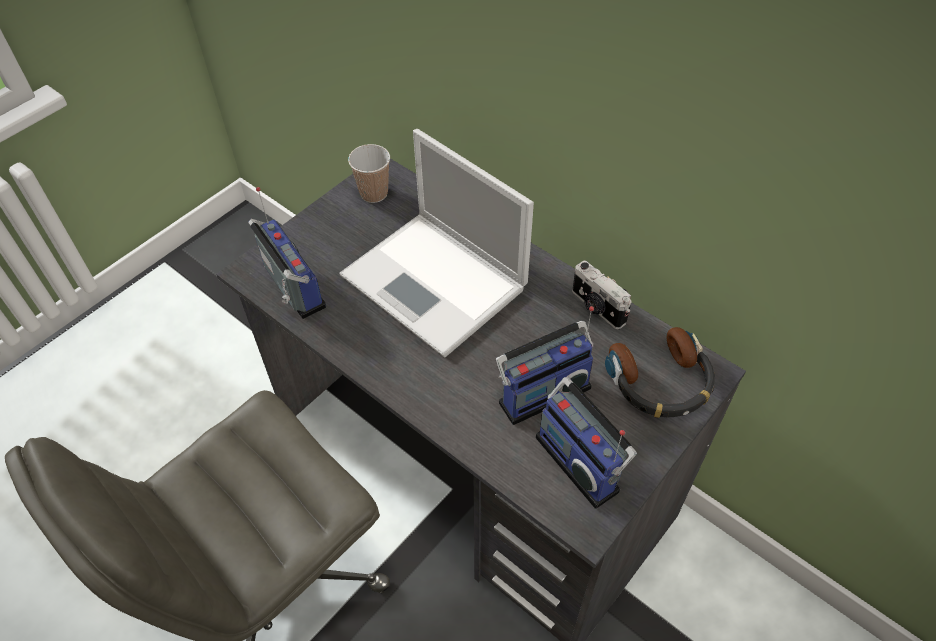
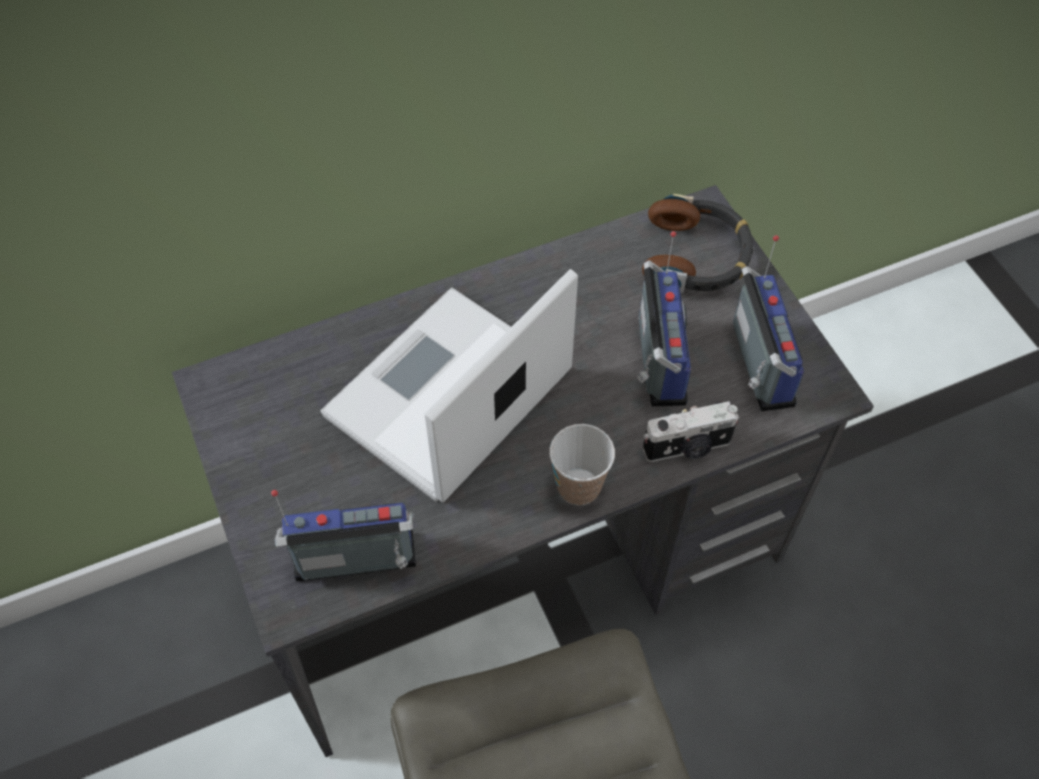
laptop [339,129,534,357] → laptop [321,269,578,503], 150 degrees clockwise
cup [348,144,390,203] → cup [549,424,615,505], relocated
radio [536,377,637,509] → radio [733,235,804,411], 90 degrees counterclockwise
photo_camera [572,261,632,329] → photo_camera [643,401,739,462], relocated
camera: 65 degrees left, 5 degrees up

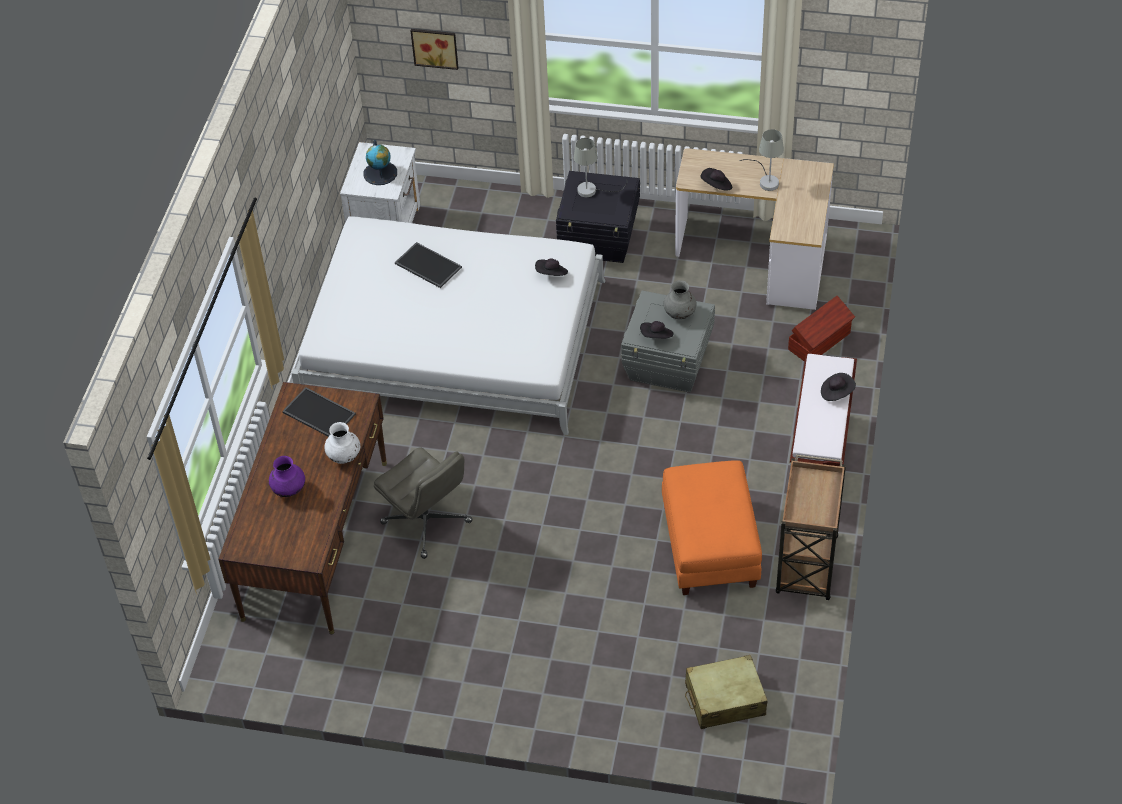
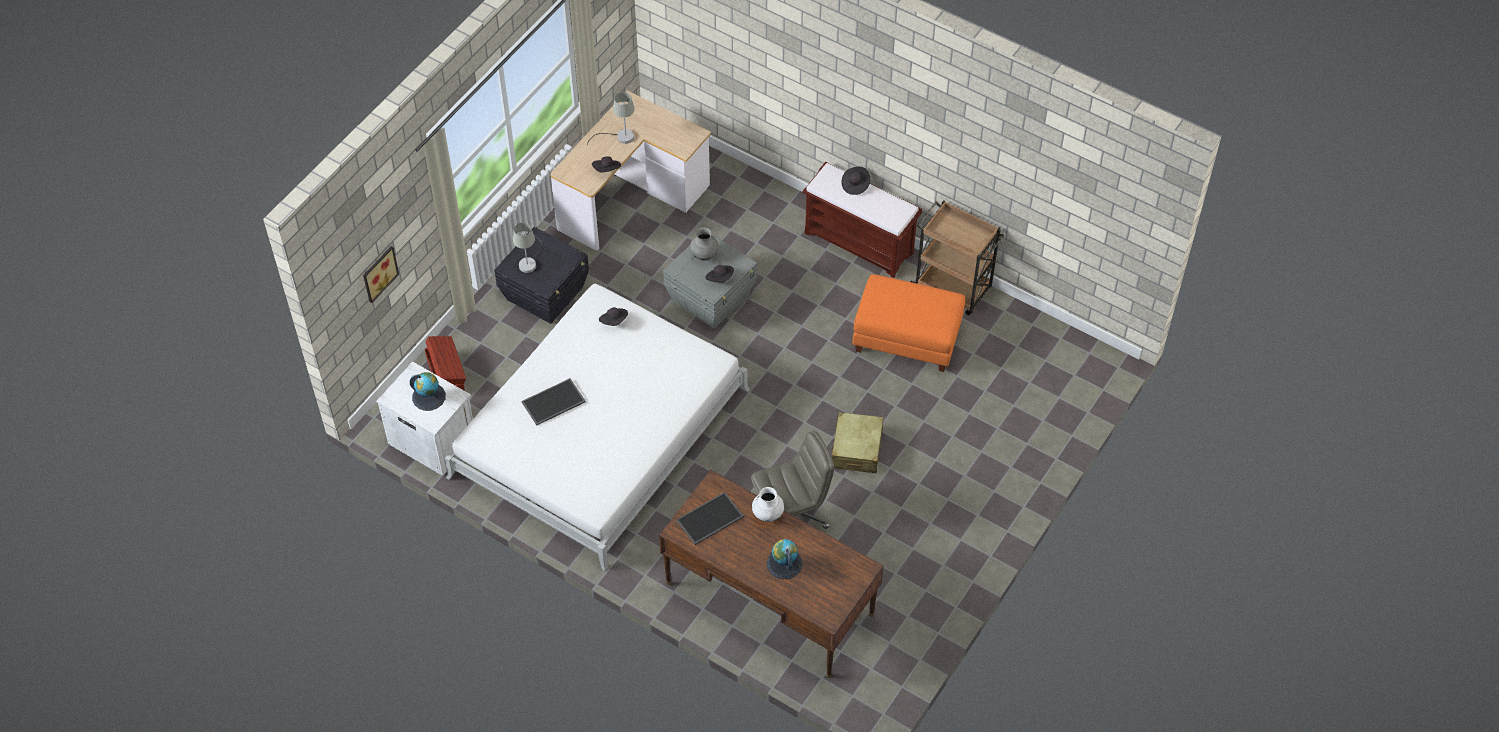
purple_vase [269,456,305,497] → globe [767,539,802,580]
beige_suitcase [685,655,768,729] → beige_suitcase [832,412,883,473], relocated
brown_storage_box [788,296,855,362] → brown_storage_box [425,336,466,391], relocated
camera: 70 degrees left, 5 degrees up

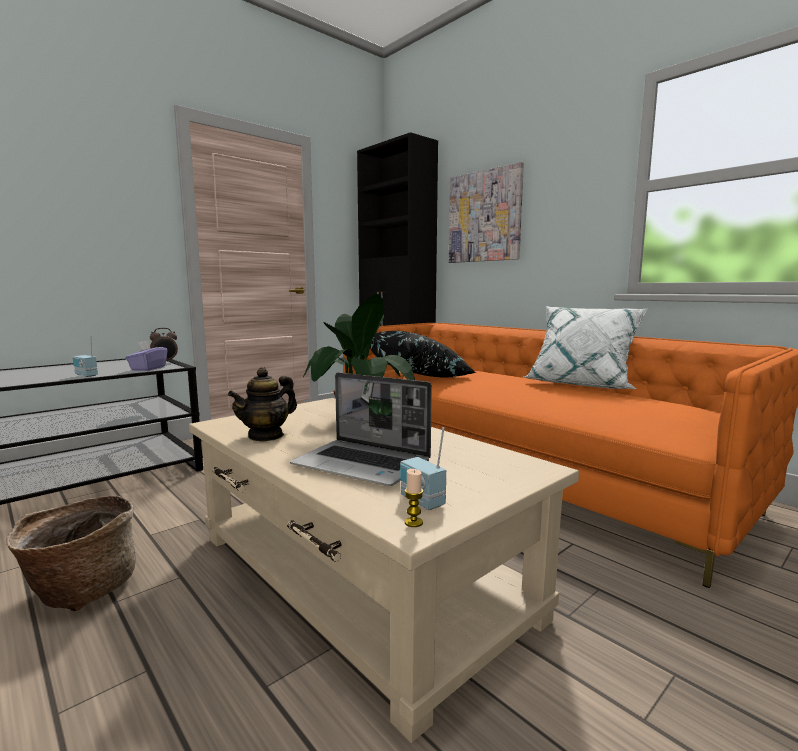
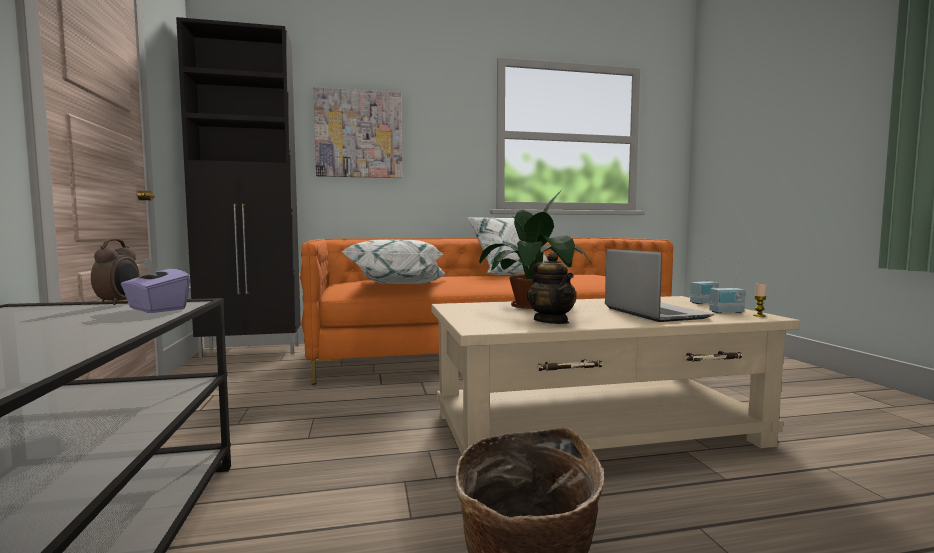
radio [73,335,98,377] → radio [690,258,718,304], relocated
laptop [290,372,432,486] → laptop [605,249,714,322], 75 degrees counterclockwise
black_pillow [370,331,476,378] → white_pillow [341,240,446,284]
camera: 60 degrees left, 5 degrees down

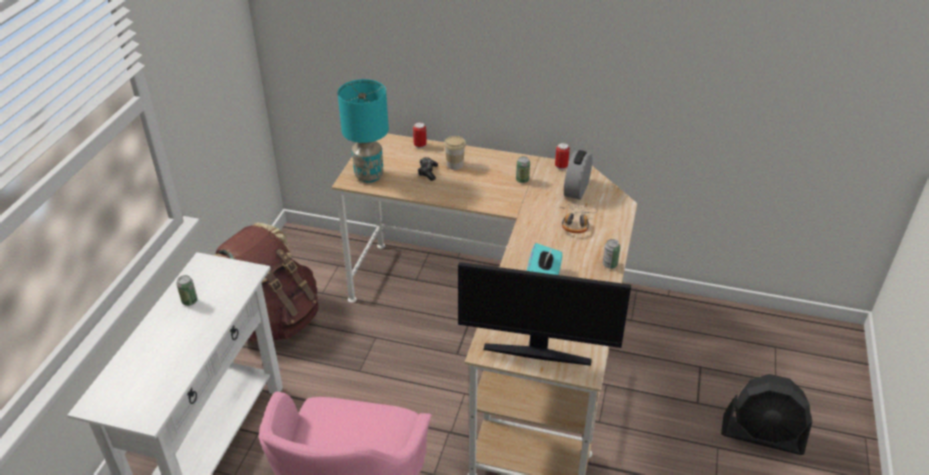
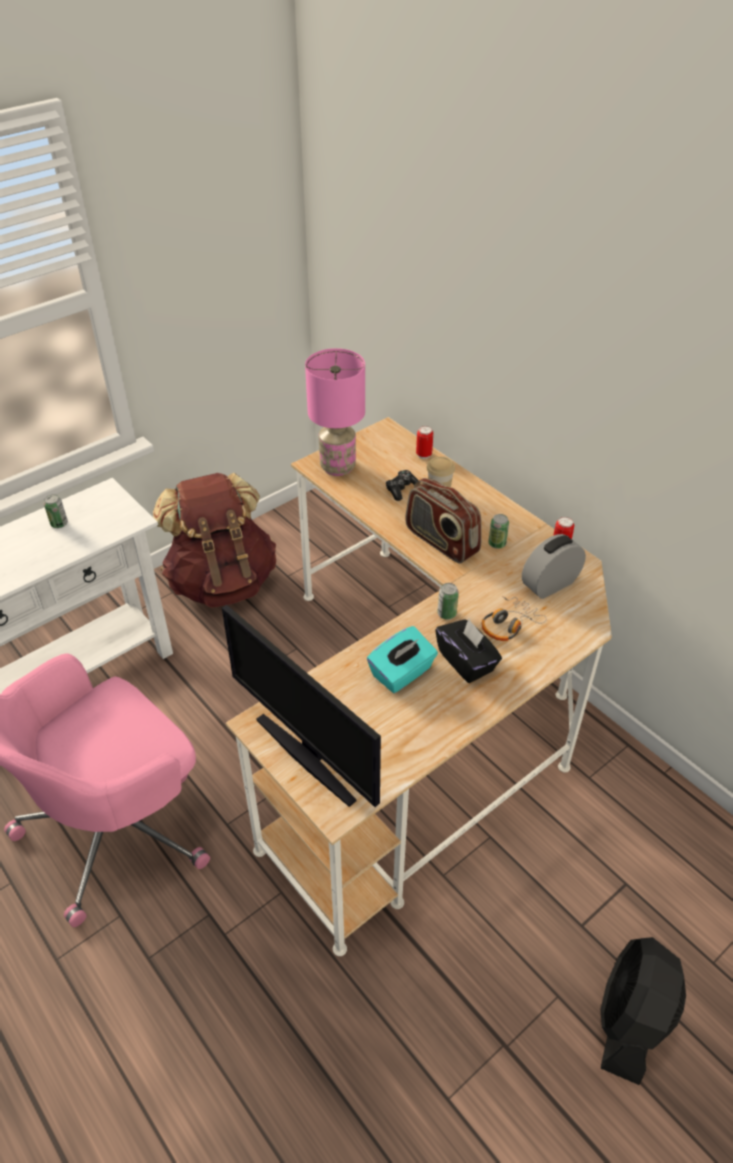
turquoise_table_lamp [338,79,389,183] → pink_table_lamp [305,348,365,476]
can [603,239,620,269] → can [437,583,459,620], relocated
black_fan [721,374,812,455] → black_fan [600,937,686,1085], 60 degrees clockwise
- → radio [406,478,481,564]
- → black_tissue_box [435,619,502,683]
camera: 35 degrees right, 5 degrees up

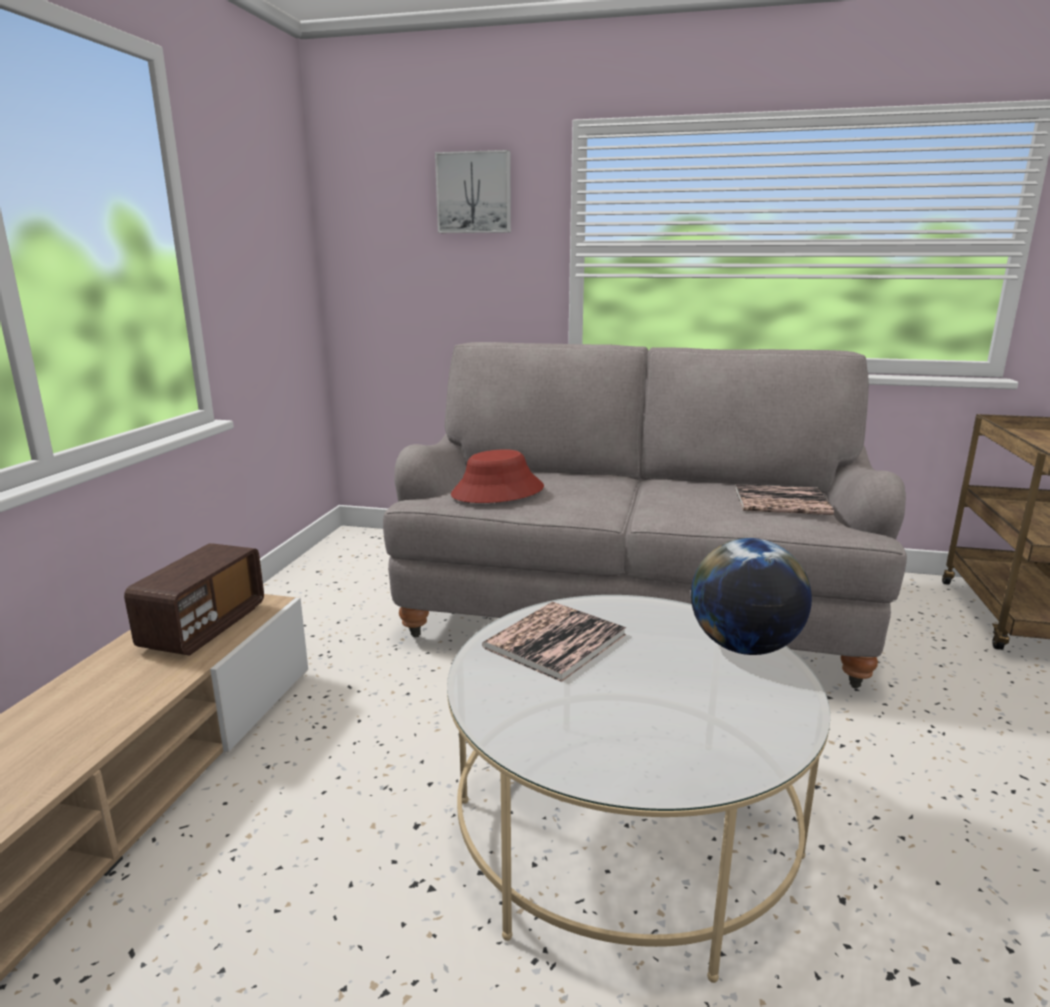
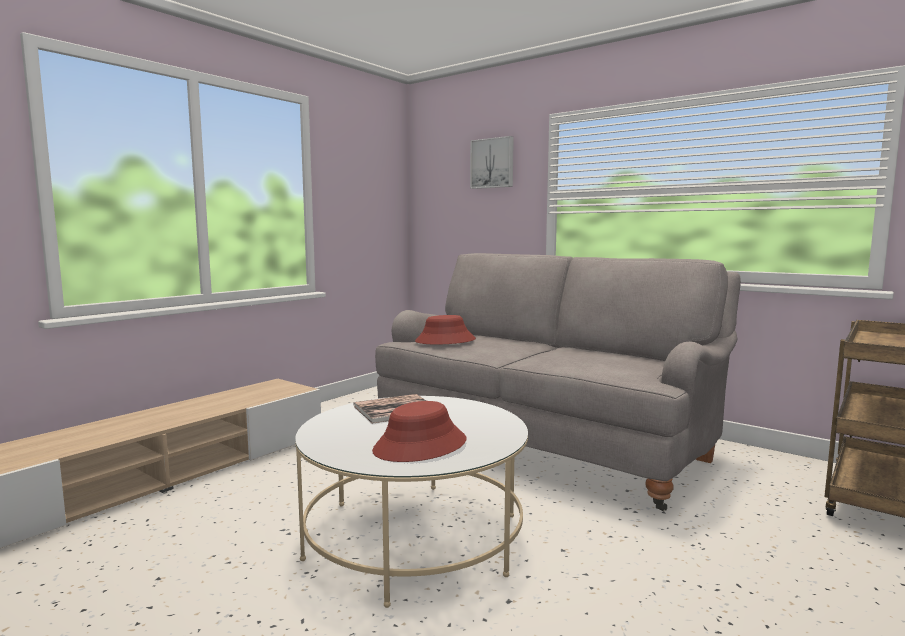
radio [124,543,264,656] → -
globe [691,538,812,655] → -
book [735,484,834,515] → -
- → red_hat [372,401,466,462]
camera: 25 degrees right, 10 degrees down

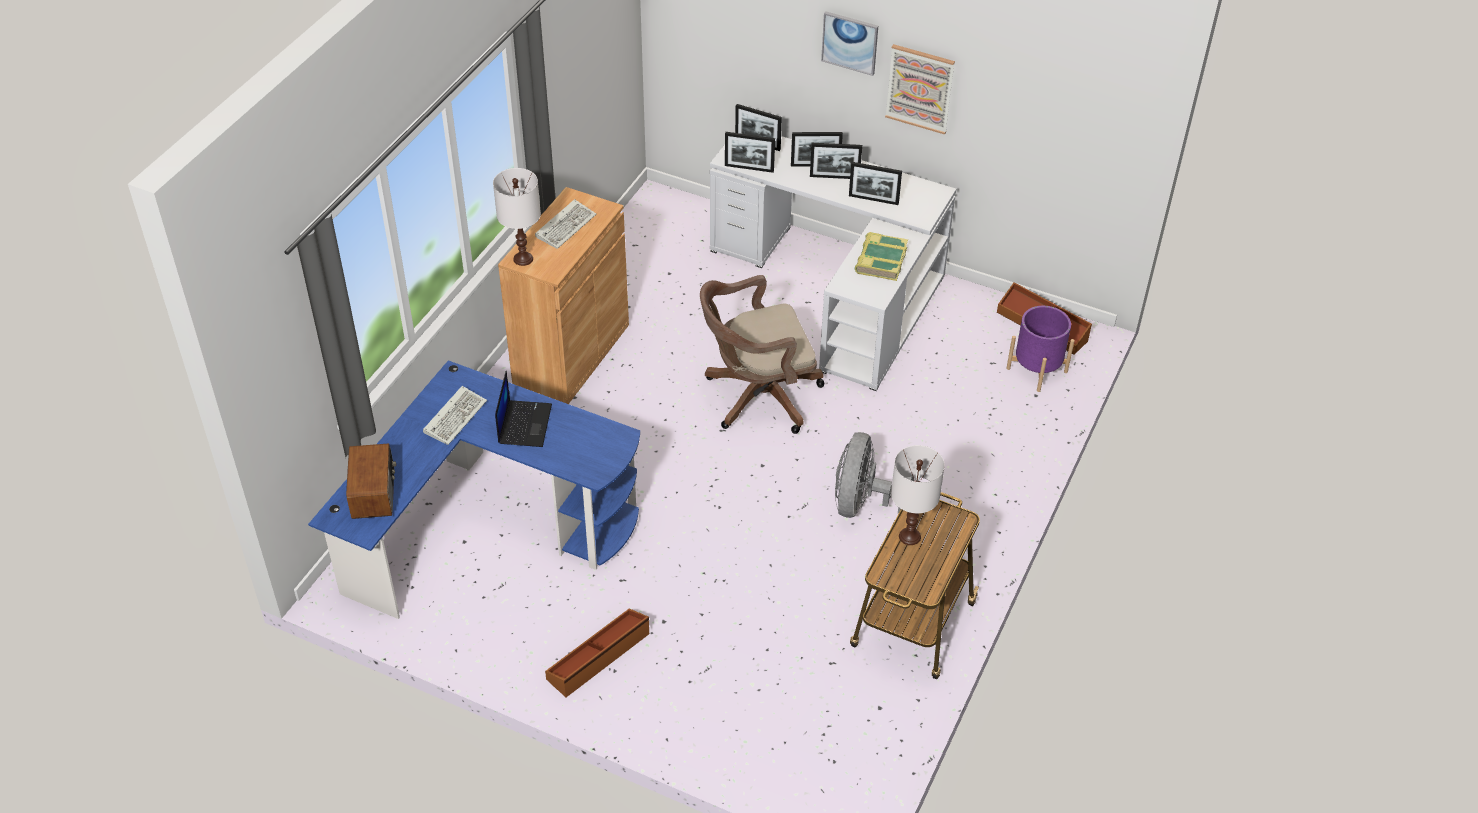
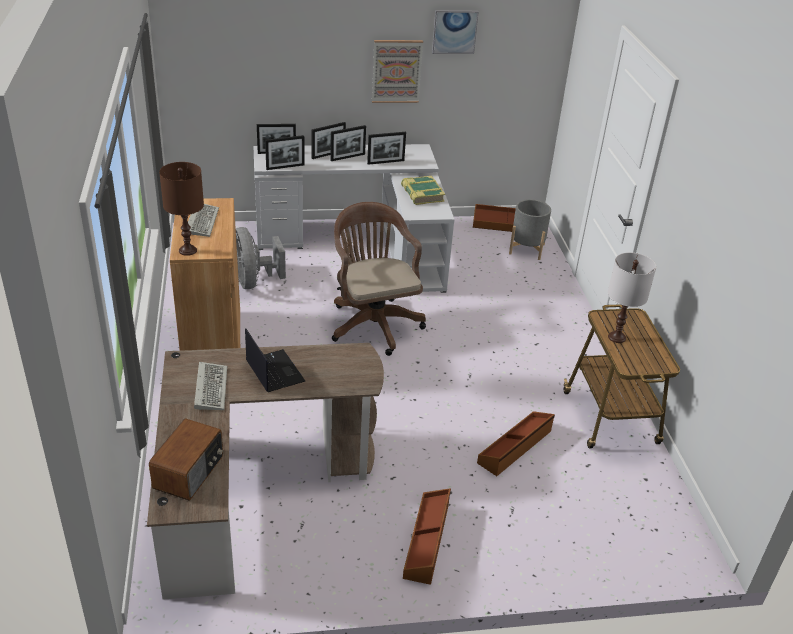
blue_desk [308,360,640,619] → brown_desk [147,343,384,600]
radio [346,443,396,519] → radio [149,418,223,501], 60 degrees clockwise
white_table_lamp [493,168,541,266] → brown_table_lamp [159,162,204,256]
brown_office_chair [700,275,825,434] → brown_office_chair [332,202,426,356], 120 degrees clockwise
picture [821,11,878,76] → picture [432,10,479,54], relocated
grey_fan [835,432,914,518] → grey_fan [236,227,286,289], relocated
purple_planter [1006,306,1075,392] → grey_planter [509,199,551,260]
- → brown_storage_box [477,411,555,476]
camera: 35 degrees left, 10 degrees down

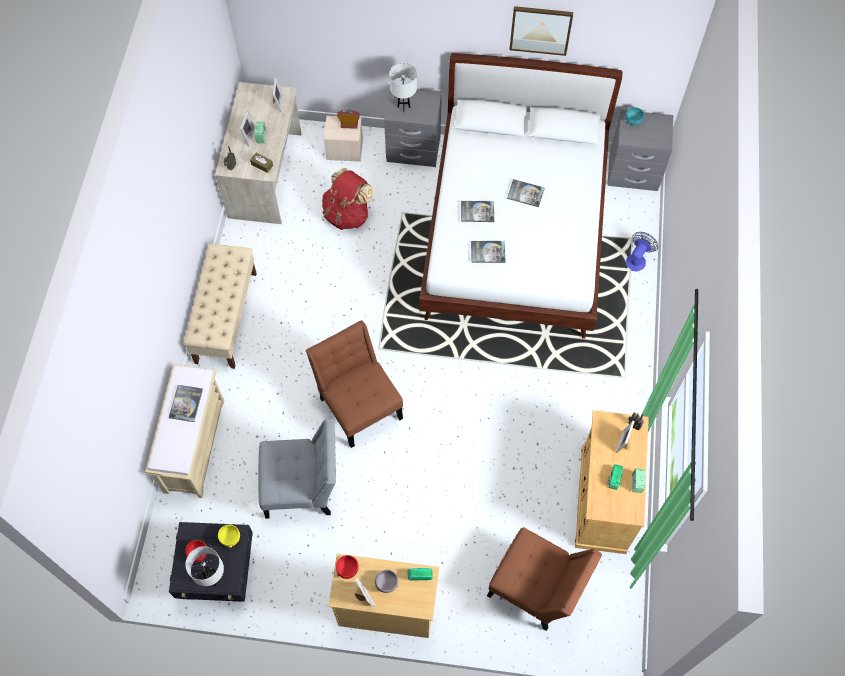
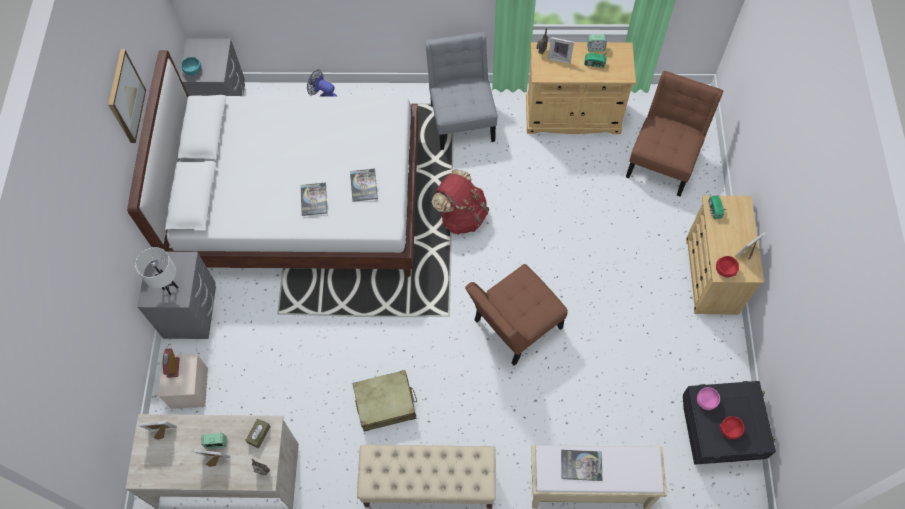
white_table_lamp [185,546,224,586] → -
yellow_bowl [218,524,240,548] → pink_bowl [697,387,720,410]
grey_chair [258,419,336,519] → grey_chair [425,32,497,150], relocated
red_backpack [322,168,374,230] → red_backpack [432,170,489,235], relocated
grey_bowl [375,570,398,593] → -
book [507,179,545,207] → -
- → beige_suitcase [353,370,417,432]
camera: 95 degrees left, 0 degrees up

